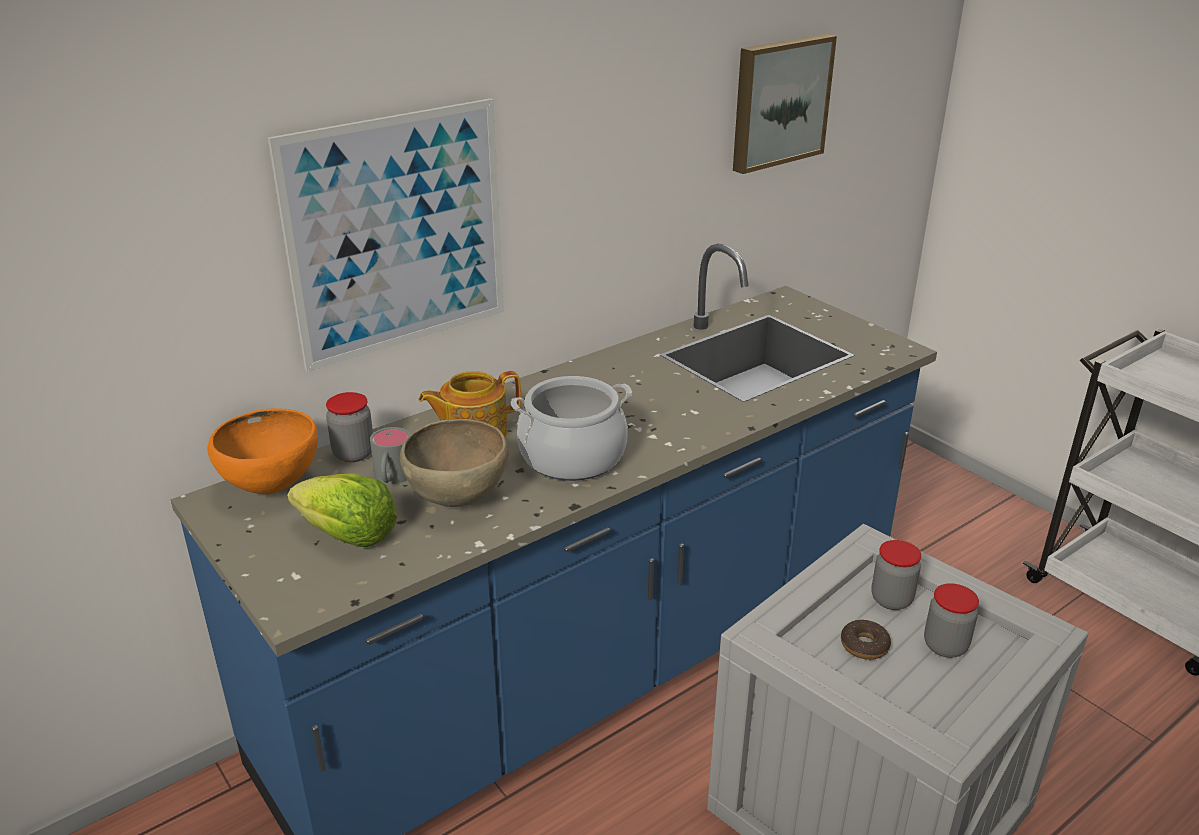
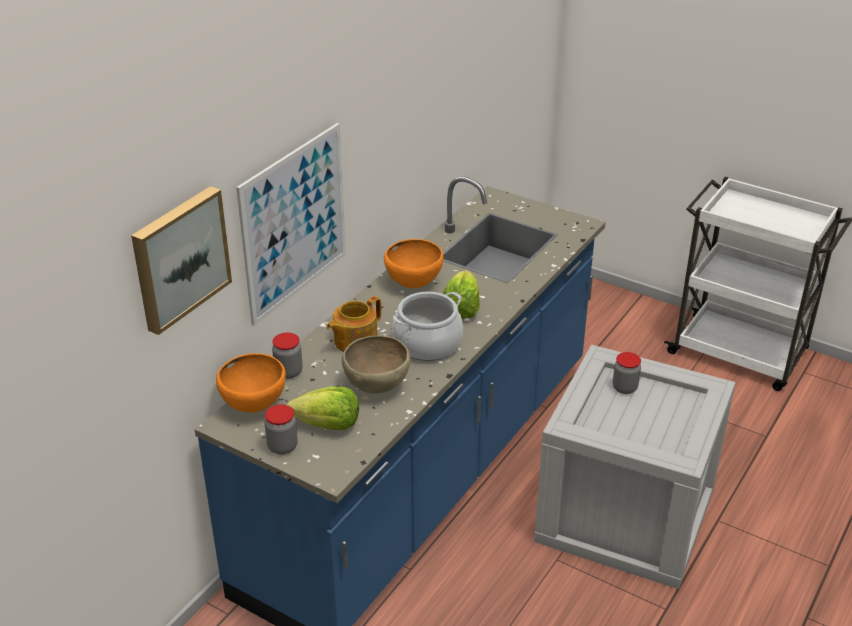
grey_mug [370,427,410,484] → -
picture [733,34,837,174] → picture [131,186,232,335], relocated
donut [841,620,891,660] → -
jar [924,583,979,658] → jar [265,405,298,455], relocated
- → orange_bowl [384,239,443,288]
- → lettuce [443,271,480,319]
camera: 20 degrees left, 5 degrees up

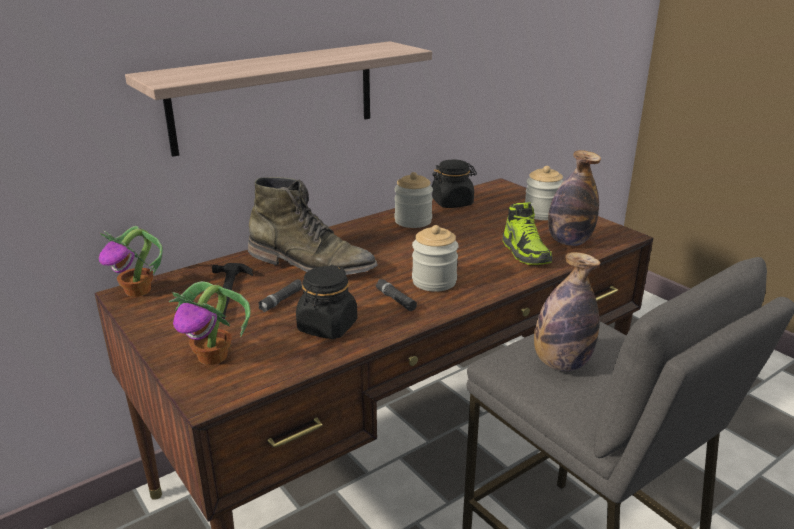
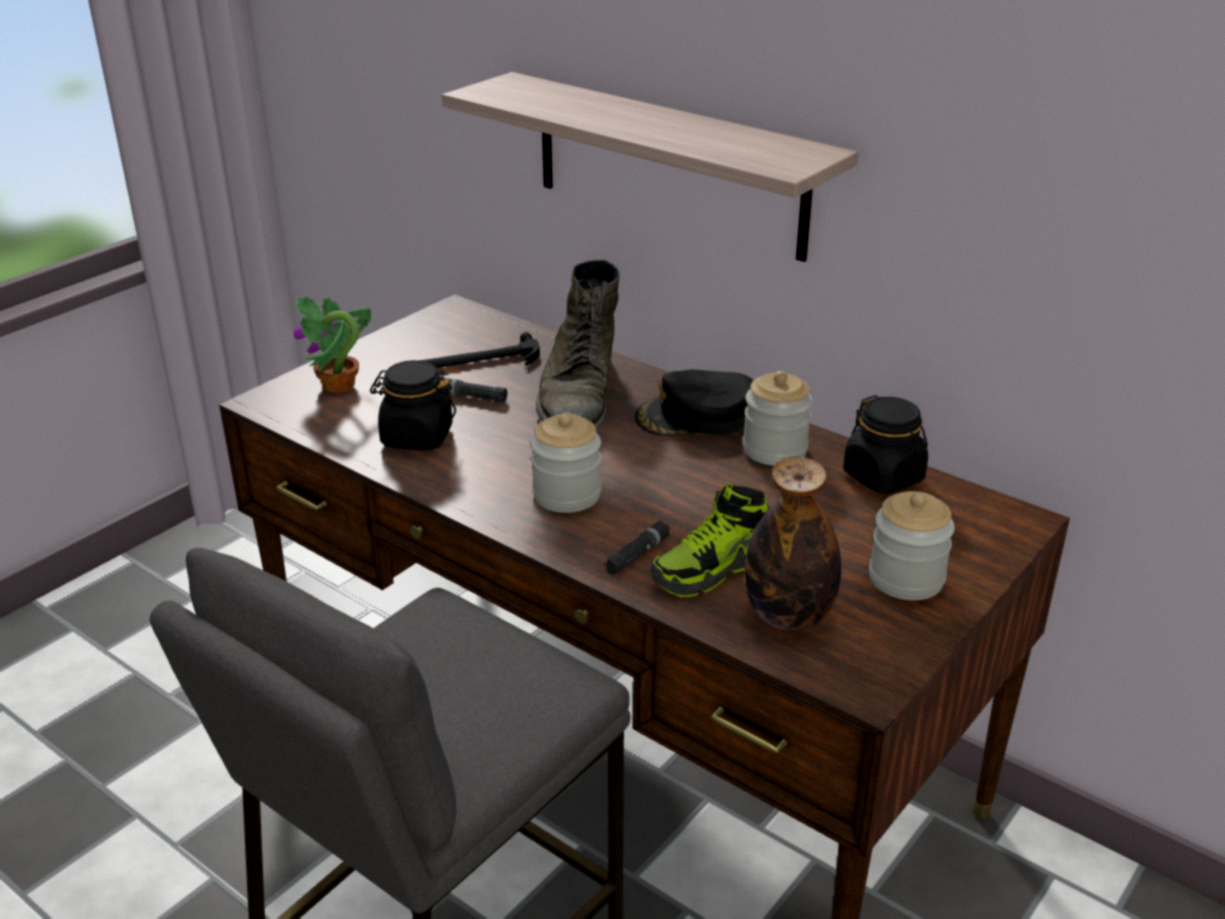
potted_plant [98,226,163,297] → -
black_flashlight [376,279,417,311] → black_flashlight [604,520,670,575], relocated
bottle [534,252,601,371] → -
- → black_cap [635,370,754,436]
camera: 75 degrees right, 5 degrees up

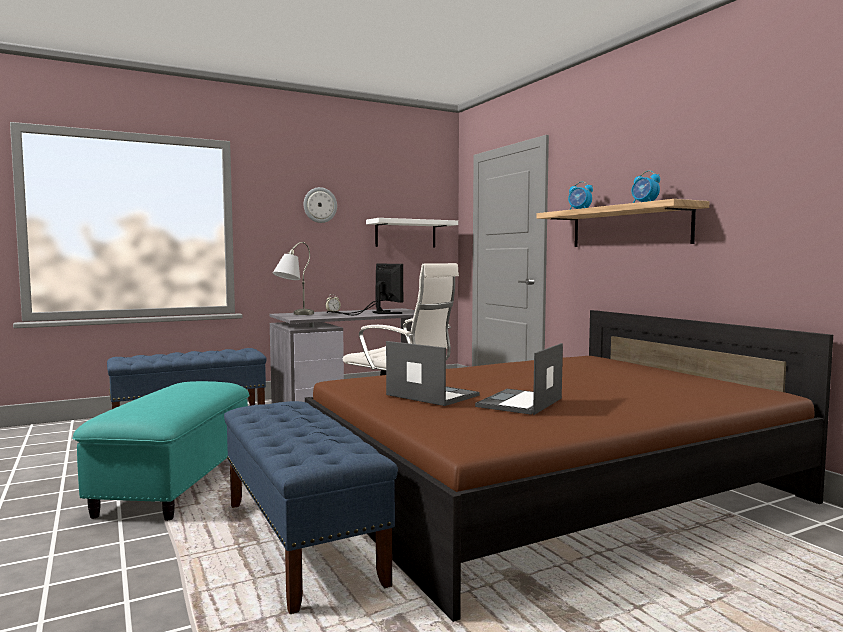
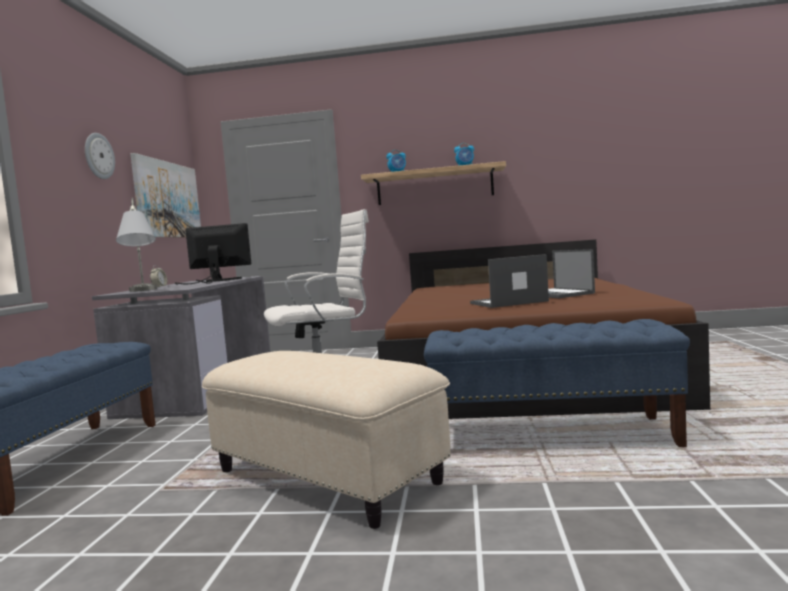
turquoise_ottoman [73,381,250,521] → beige_ottoman [201,351,451,529]
white_shelf [366,218,458,247] → picture [130,153,201,237]
camera: 55 degrees left, 0 degrees up

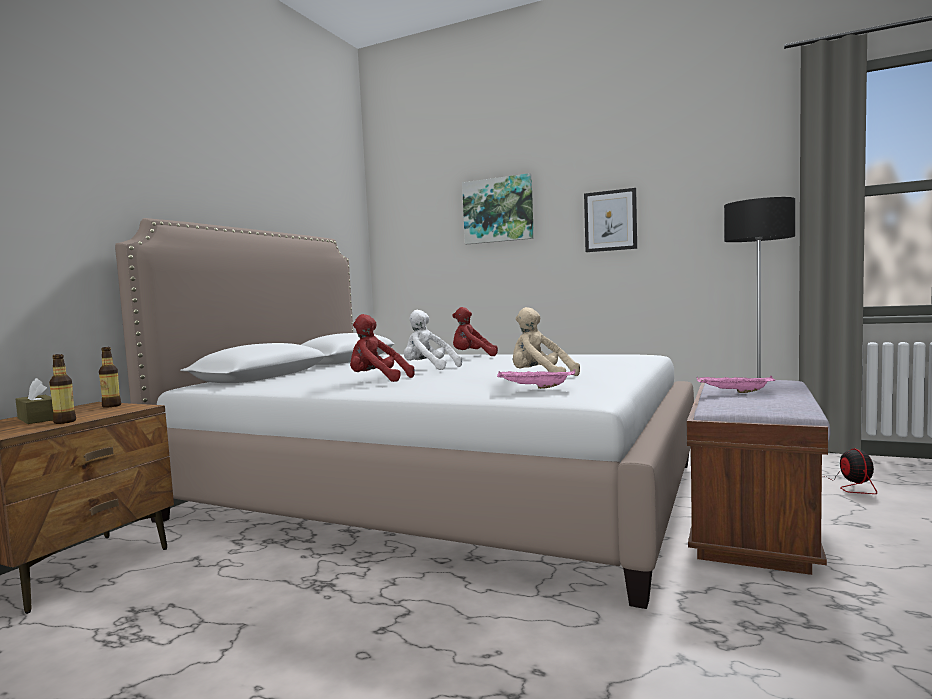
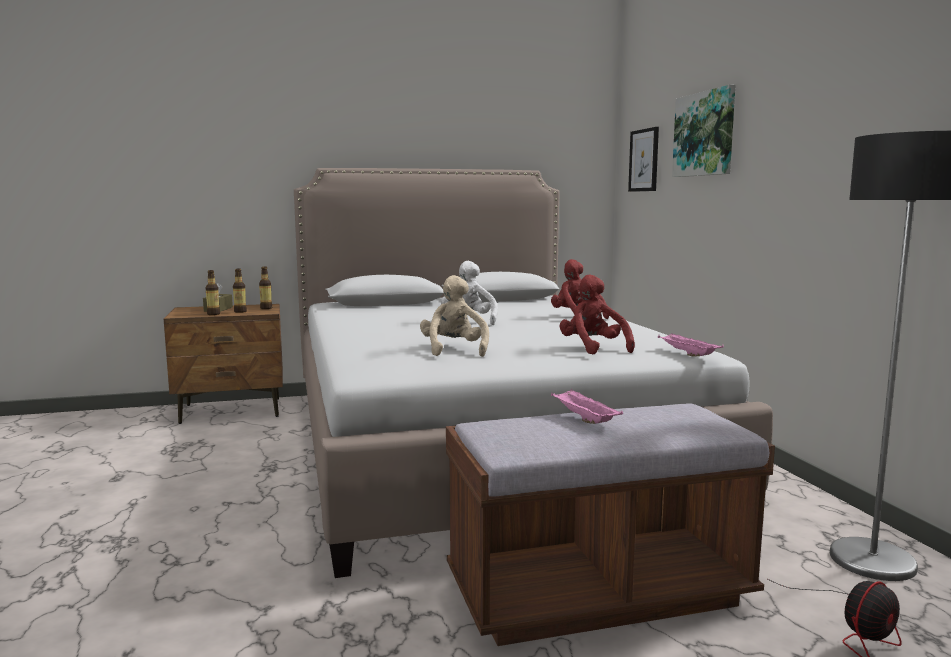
red_plush_toy [350,314,415,382] → red_plush_toy [559,274,635,354], relocated
pink_tray [497,370,575,389] → pink_tray [658,333,724,356], relocated
picture [584,188,637,252] → picture [628,127,659,192], relocated
- → bottle [233,269,247,313]
camera: 50 degrees right, 5 degrees up

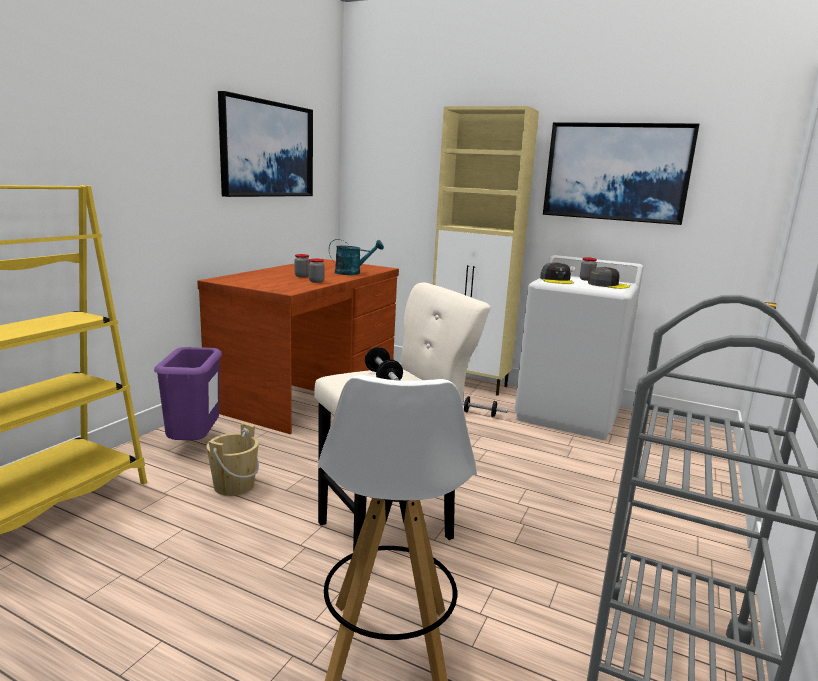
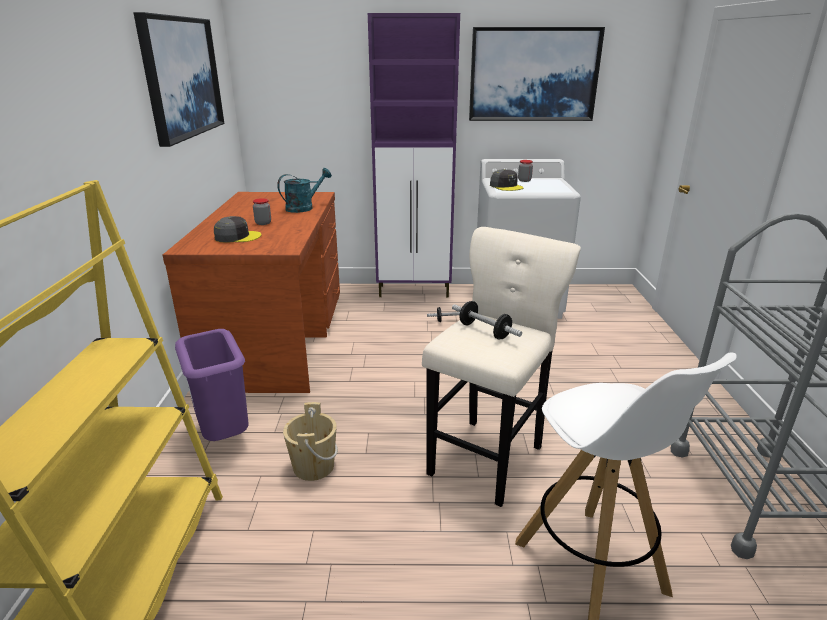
jar [309,259,325,283] → -
beige_cabinet [433,106,539,396] → purple_cabinet [368,13,460,298]
grey_cap [588,267,630,289] → grey_cap [214,216,262,243], relocated
camera: 25 degrees left, 10 degrees up

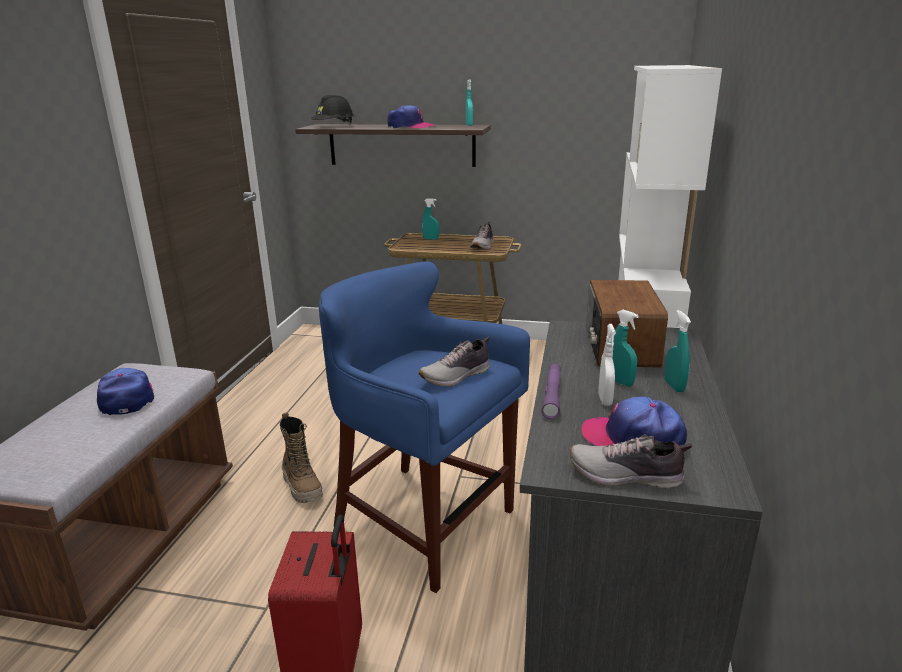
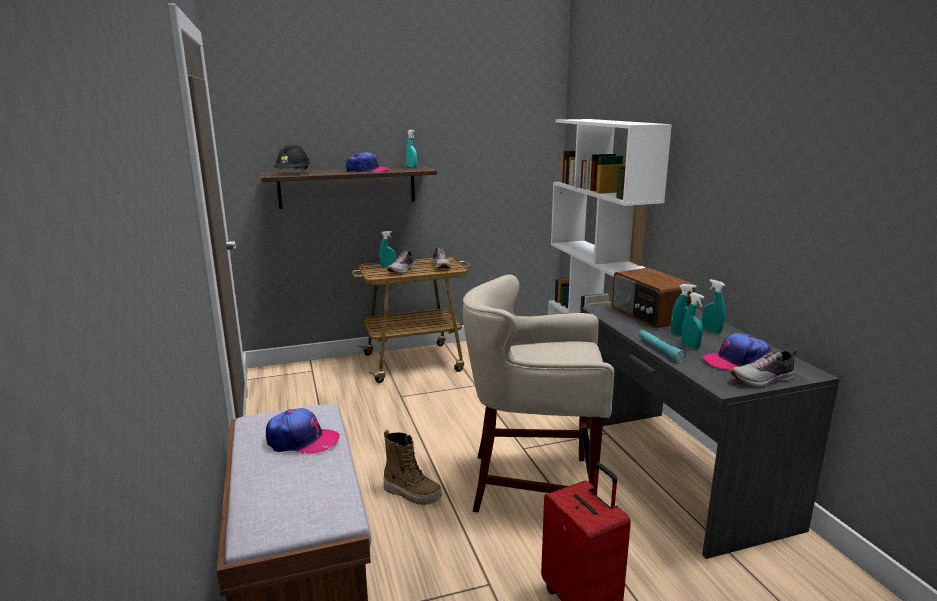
cap [97,368,154,415] → cap [266,408,340,454], 150 degrees clockwise
blue_stool [319,261,530,593] → beige_stool [463,274,614,512]
shoe [419,336,490,387] → shoe [387,250,415,274], relocated
purple_flashlight [541,363,561,419] → turquoise_flashlight [639,330,686,363]
white_spray_bottle [598,324,616,406] → turquoise_spray_bottle [681,293,704,348]
camera: 30 degrees left, 5 degrees down

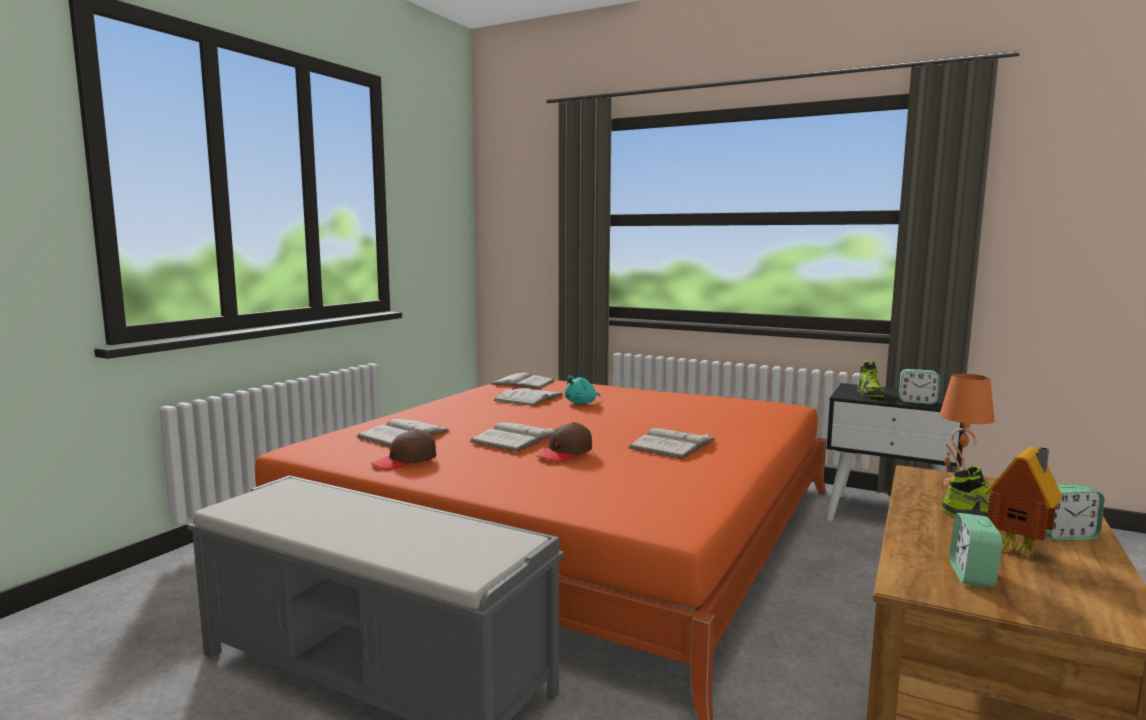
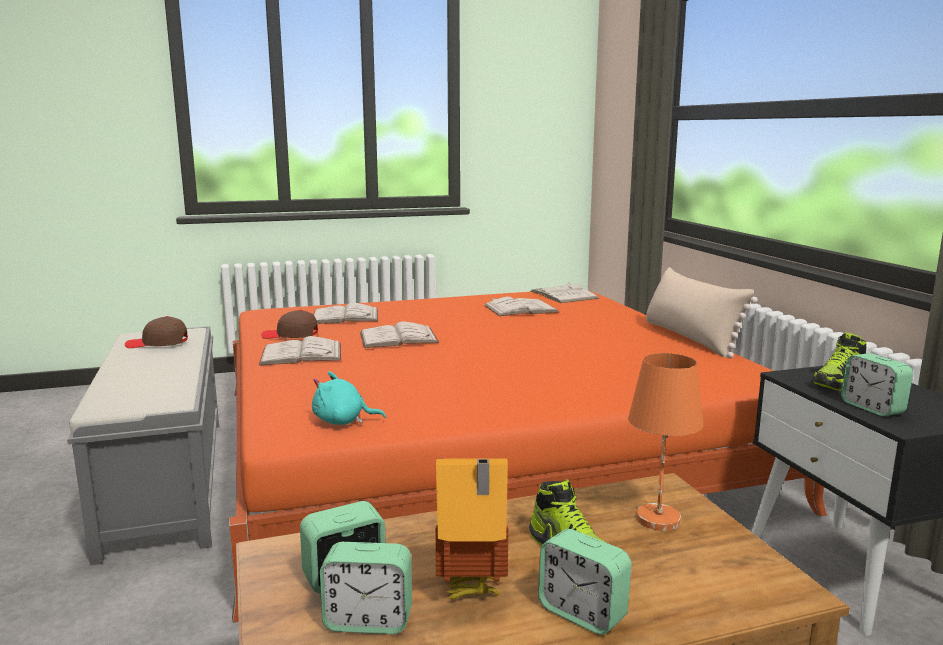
brown_cap [537,422,592,462] → brown_cap [125,316,188,348], relocated
turquoise_plush_toy [565,375,601,404] → turquoise_plush_toy [312,371,386,425], relocated
white_book [628,428,716,459] → white_book [259,336,341,365], relocated
- → alarm_clock [320,542,412,634]
- → beige_pillow [646,267,758,358]
camera: 45 degrees right, 5 degrees up

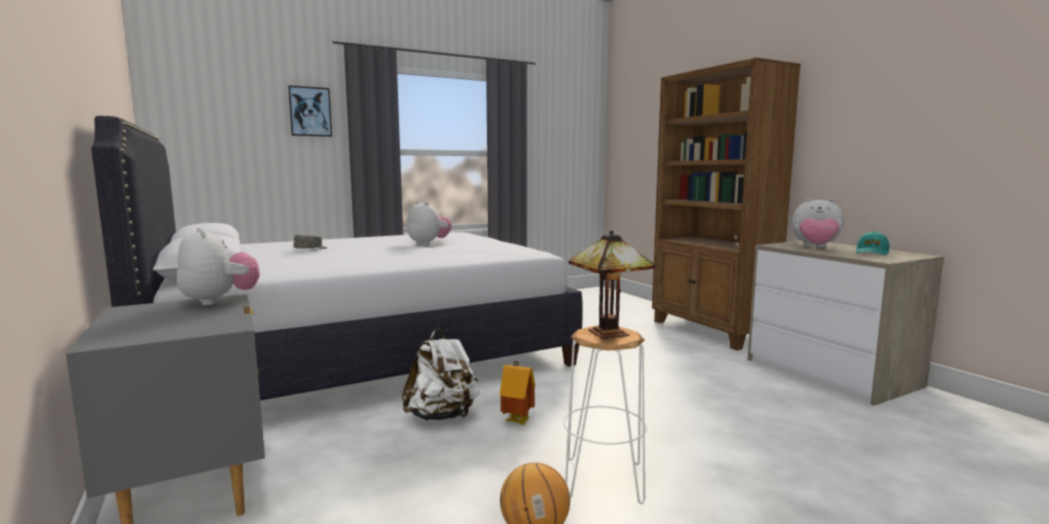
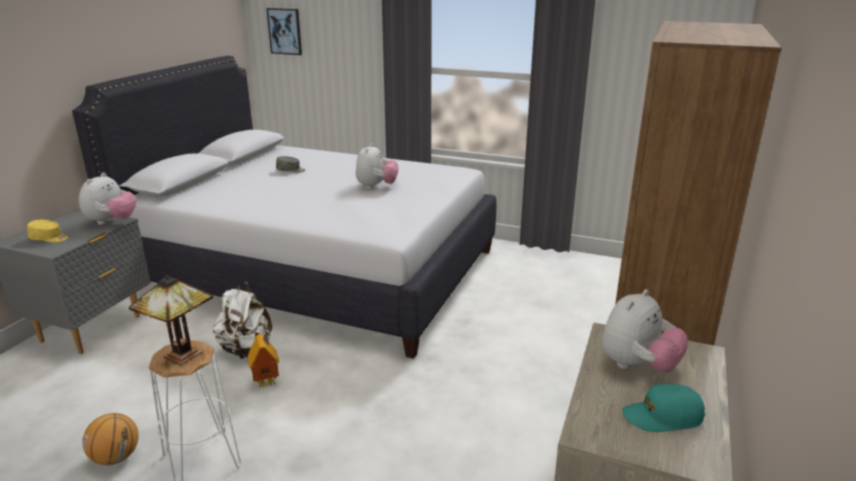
picture [288,85,332,137] → picture [266,8,302,55], relocated
plush_toy [792,198,844,248] → plush_toy [602,289,689,373], 120 degrees counterclockwise
- → yellow_cap [27,219,68,242]
camera: 50 degrees right, 15 degrees up

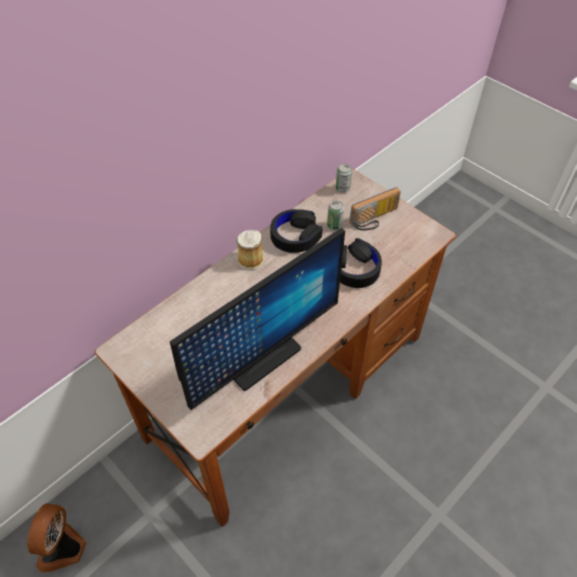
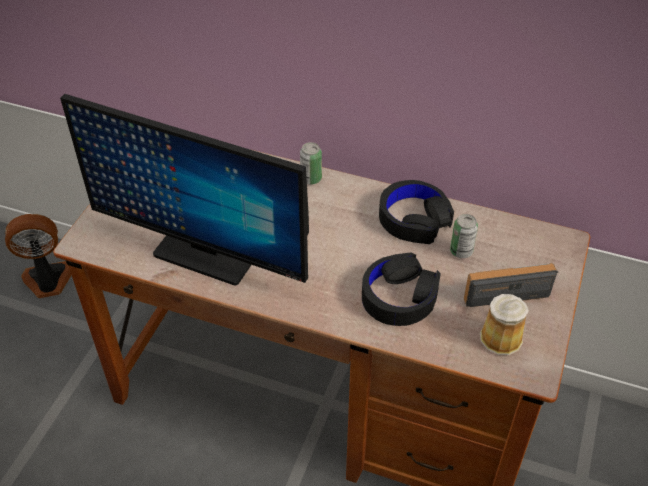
mug [236,230,264,269] → mug [480,294,529,355], relocated
can [336,164,352,193] → can [300,142,322,185], relocated
radio [350,187,401,230] → radio [464,263,559,307], 135 degrees clockwise
camera: 65 degrees right, 5 degrees down

